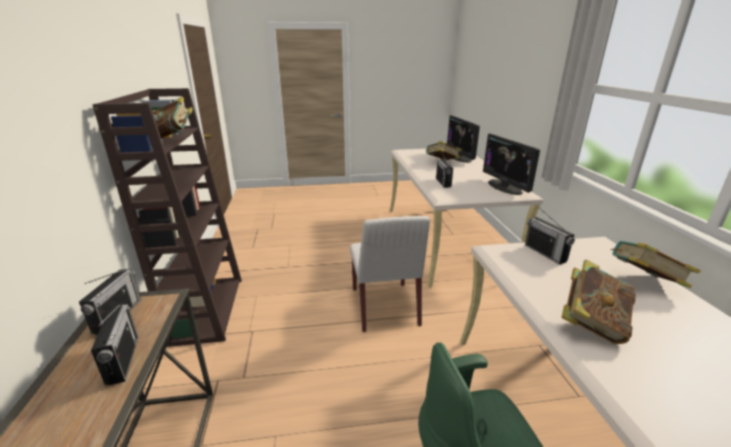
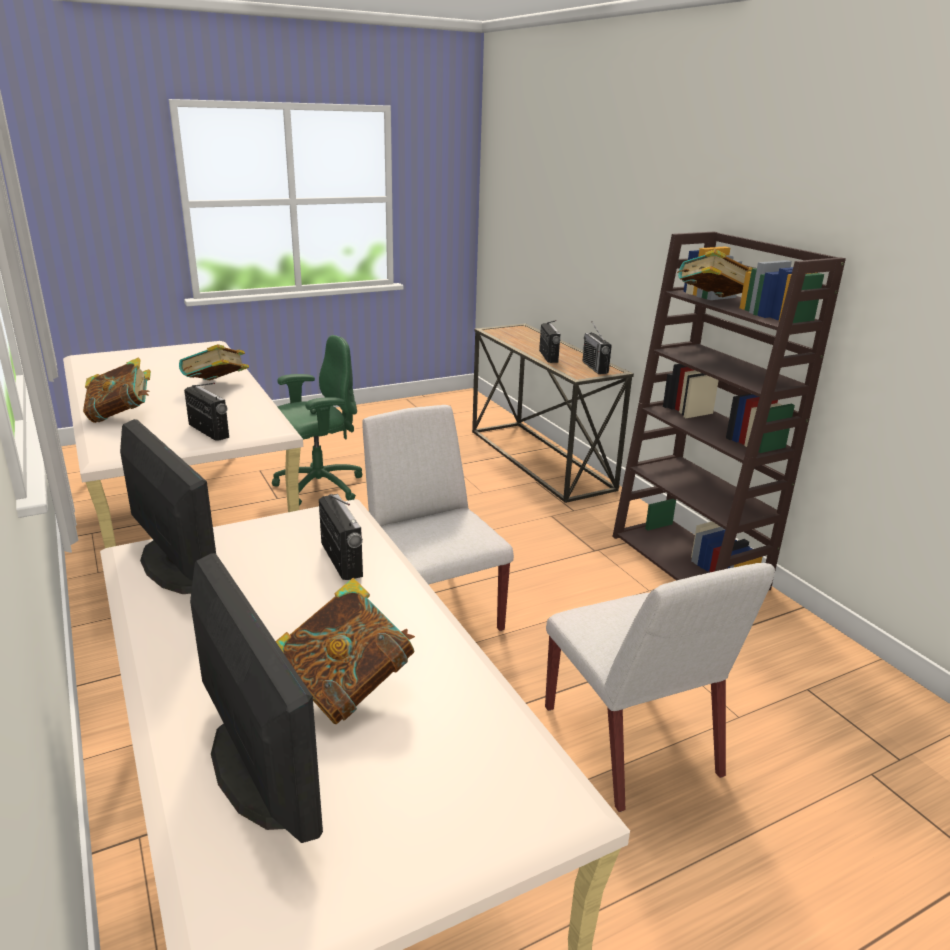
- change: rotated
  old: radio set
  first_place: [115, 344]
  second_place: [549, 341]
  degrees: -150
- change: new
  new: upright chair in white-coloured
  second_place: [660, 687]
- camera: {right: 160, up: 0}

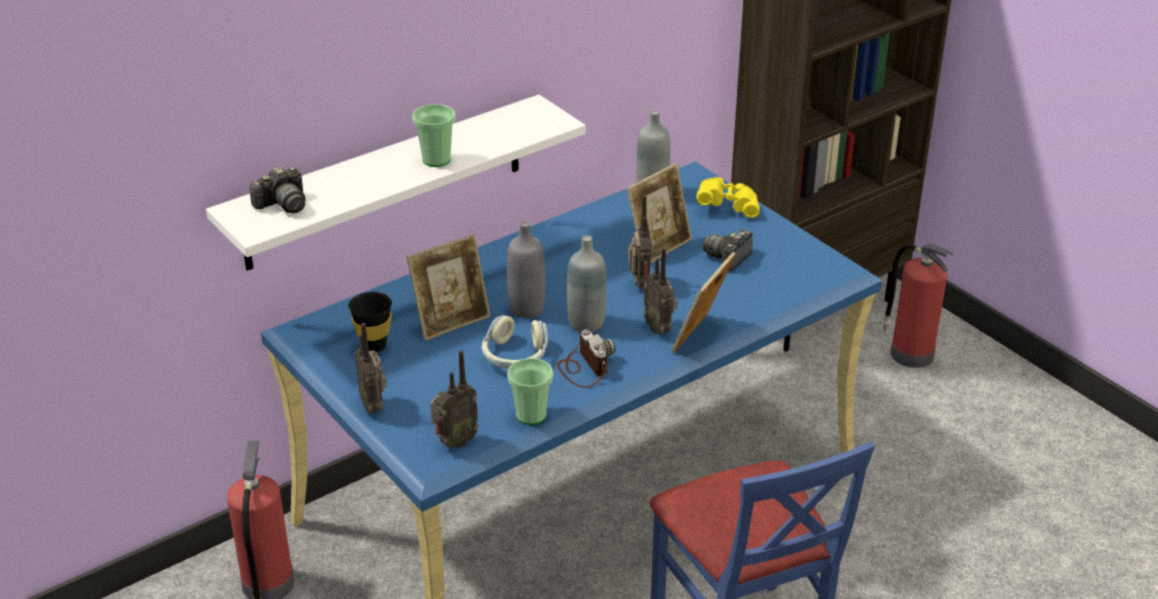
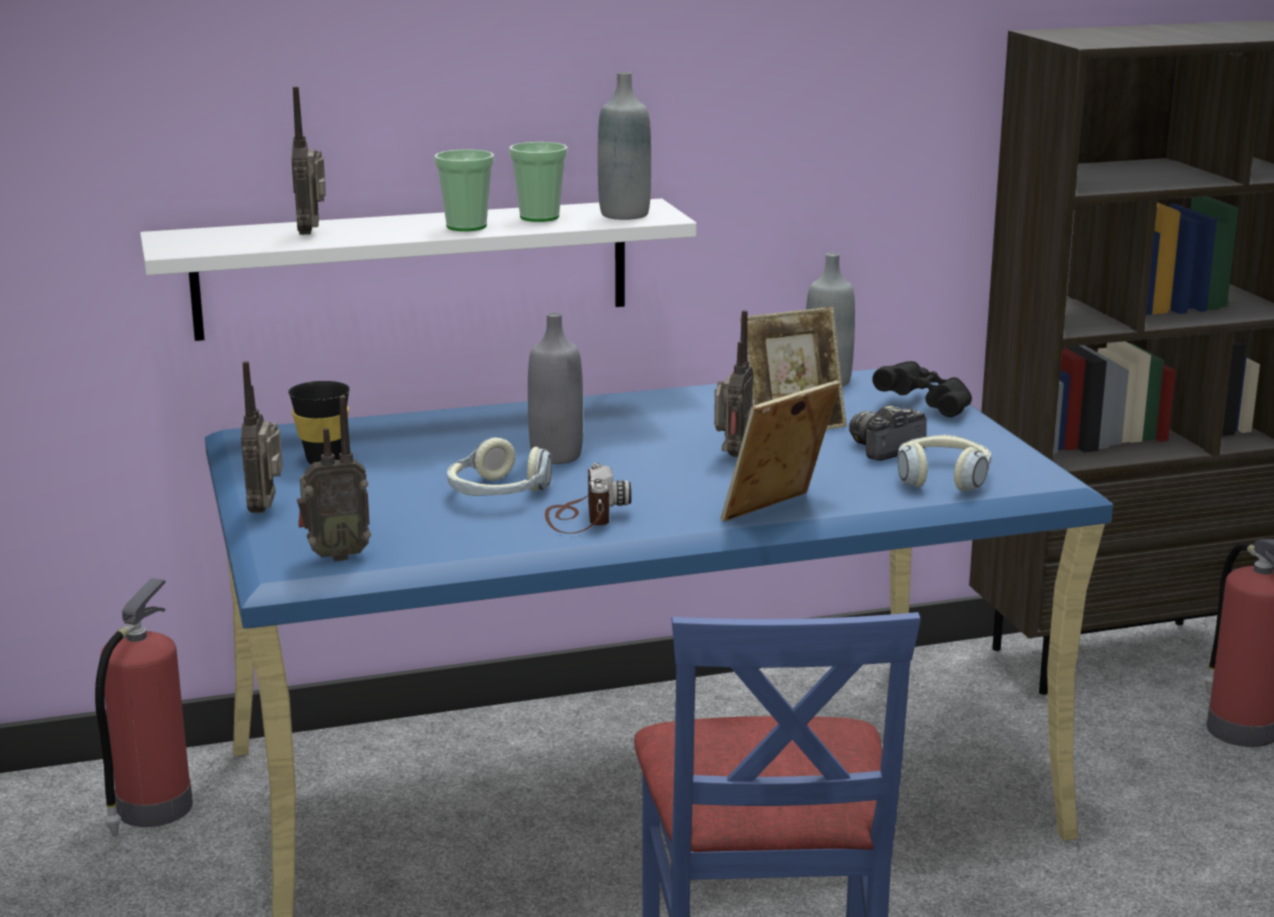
- change: gone
  old: still camera
  first_place: [278, 189]
- change: repainted
  old: pair of binoculars in yellow
  new: pair of binoculars in blackish
  first_place: [728, 197]
  second_place: [922, 389]
- change: gone
  old: photo frame
  first_place: [449, 287]
- change: shifted
  old: drink bottle in gray
  first_place: [586, 284]
  second_place: [624, 146]
- change: shifted
  old: radio set
  first_place: [660, 291]
  second_place: [309, 161]
- change: shifted
  old: cup
  first_place: [530, 391]
  second_place: [538, 182]
- change: new
  new: headset
  second_place: [944, 463]
- camera: {right: 20, up: -15}

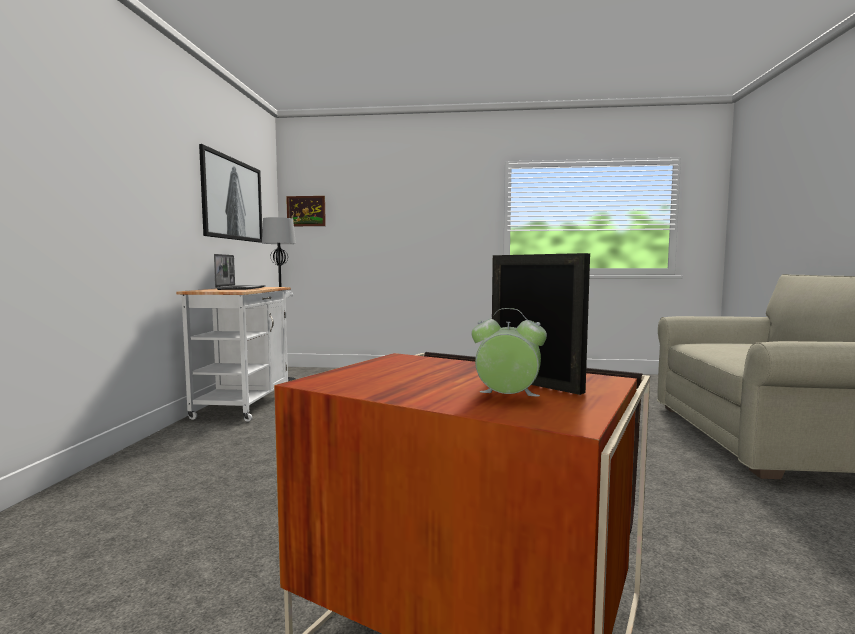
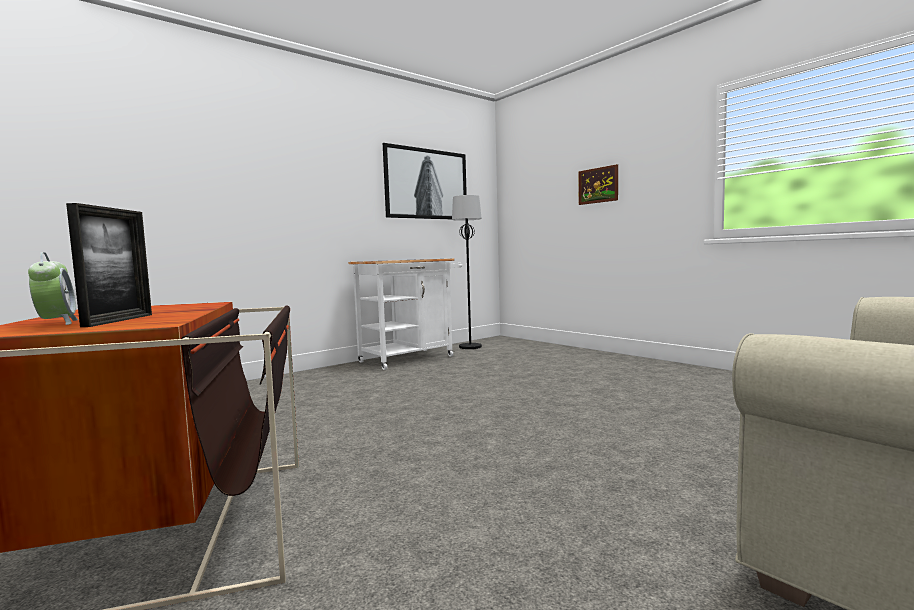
- change: shifted
  old: wall picture
  first_place: [306, 211]
  second_place: [598, 184]
- change: gone
  old: portable computer
  first_place: [240, 272]
- camera: {right: 45, up: 0}

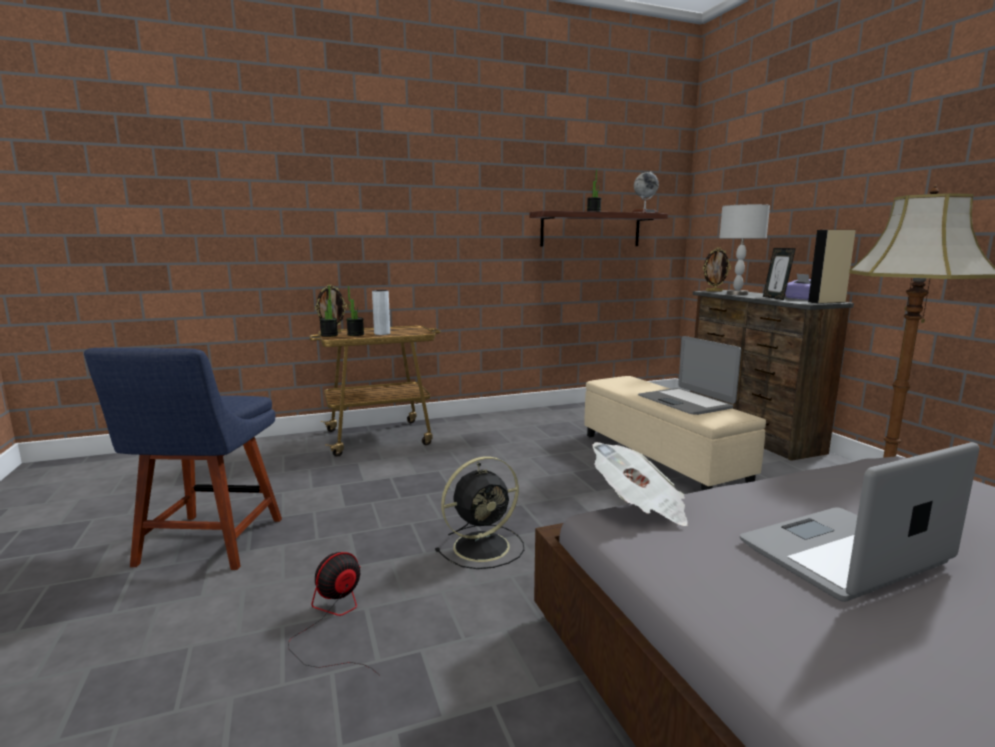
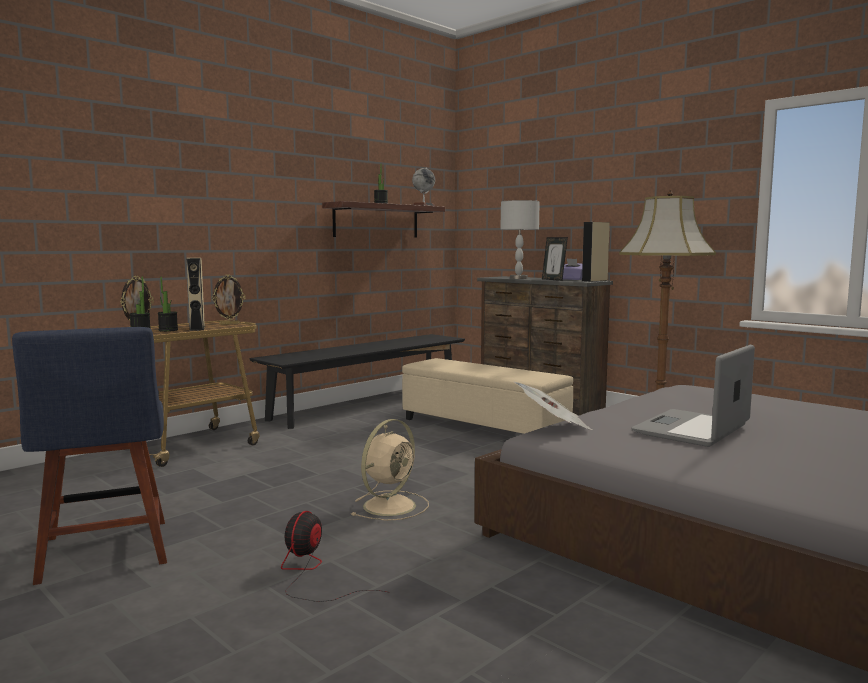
- change: shifted
  old: photo frame
  first_place: [717, 269]
  second_place: [228, 299]
- change: swapped
  old: flower vase in gray
  new: speaker in beige
  first_place: [381, 312]
  second_place: [195, 294]
- change: gone
  old: portable computer
  first_place: [689, 375]
- change: repainted
  old: fan in blackish
  new: fan in beige
  first_place: [479, 512]
  second_place: [390, 470]
- change: new
  new: indoor bench in blackish
  second_place: [357, 381]
- camera: {right: -25, up: -5}

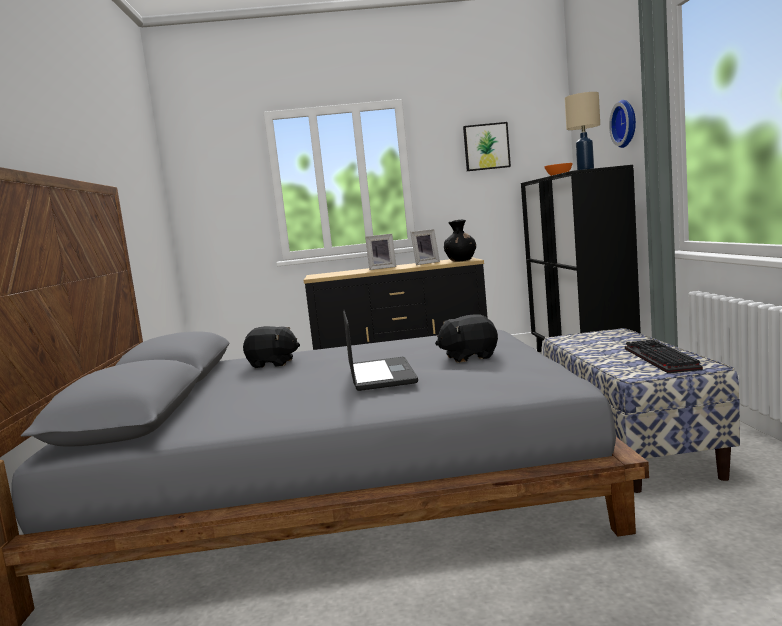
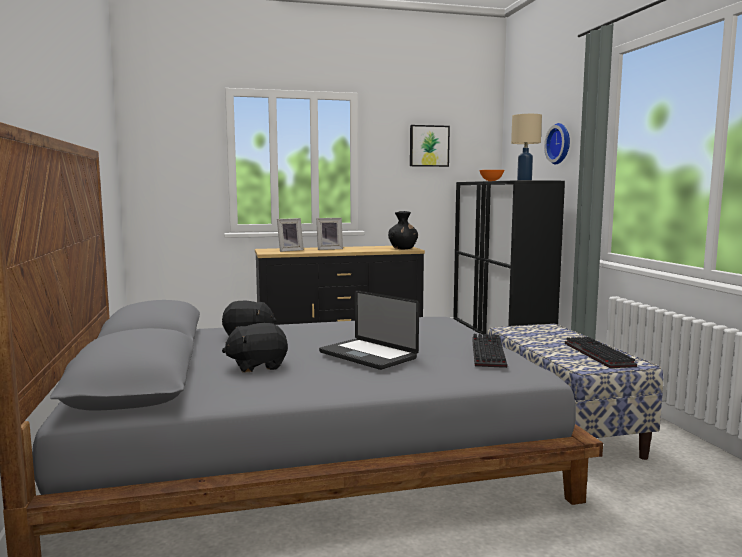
- change: shifted
  old: photo frame
  first_place: [425, 247]
  second_place: [290, 235]
- change: rotated
  old: portable computer
  first_place: [380, 350]
  second_place: [369, 330]
  degrees: 150
- change: shifted
  old: plush toy in blackish
  first_place: [466, 338]
  second_place: [255, 348]
- change: new
  new: PC keyboard
  second_place: [489, 351]
- camera: {right: -10, up: 0}

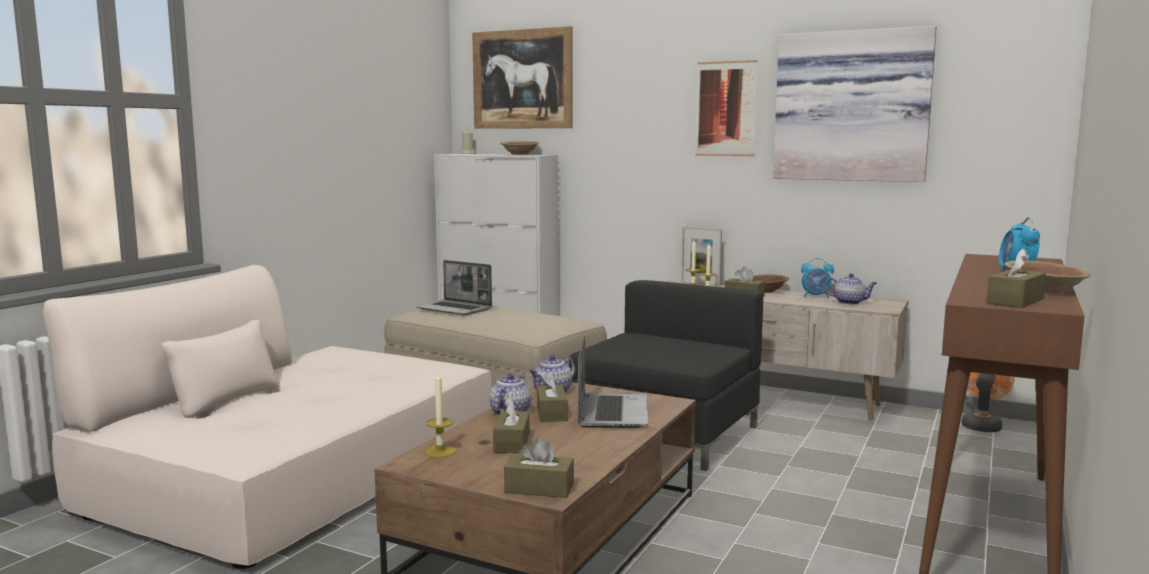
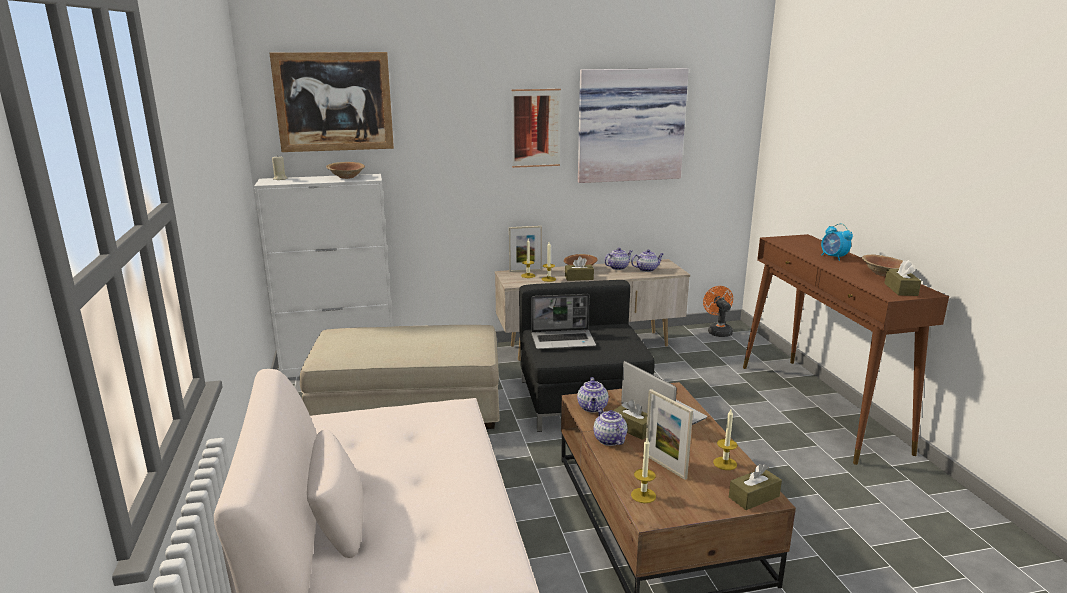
- change: swapped
  old: bedside clock
  new: teapot
  first_place: [817, 278]
  second_place: [618, 259]
- change: shifted
  old: portable computer
  first_place: [454, 287]
  second_place: [563, 321]
- change: swapped
  old: tissue holder in brown
  new: photo frame
  first_place: [511, 425]
  second_place: [669, 434]
- change: new
  new: wax light
  second_place: [725, 439]
- camera: {right: -40, up: 10}

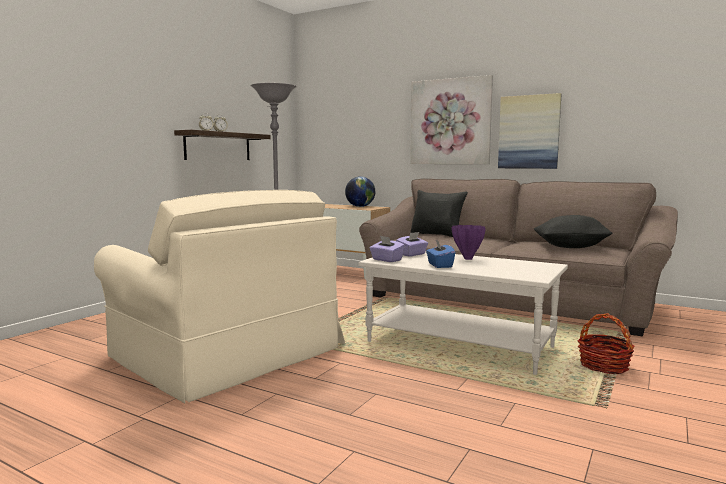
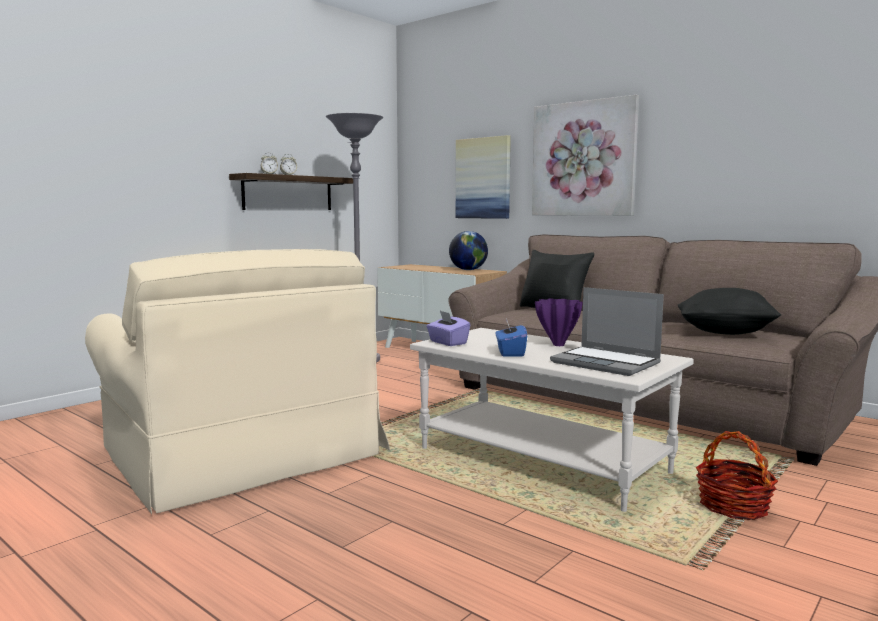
- change: shifted
  old: wall picture
  first_place: [529, 131]
  second_place: [483, 177]
- change: gone
  old: tissue holder in purplish
  first_place: [412, 244]
- change: new
  new: portable computer
  second_place: [607, 331]
- camera: {right: 10, up: 0}

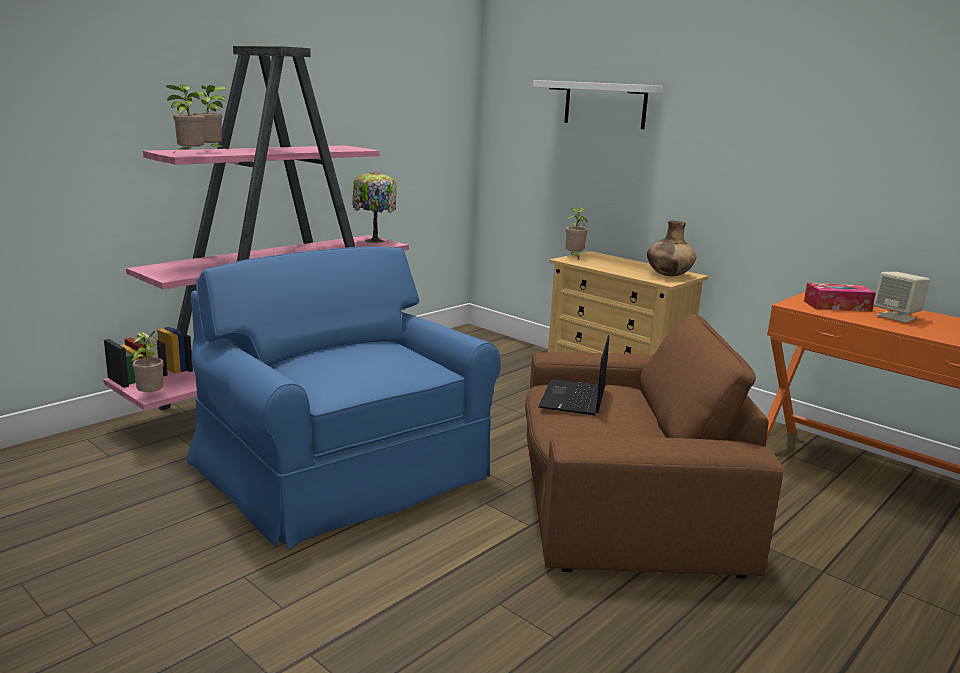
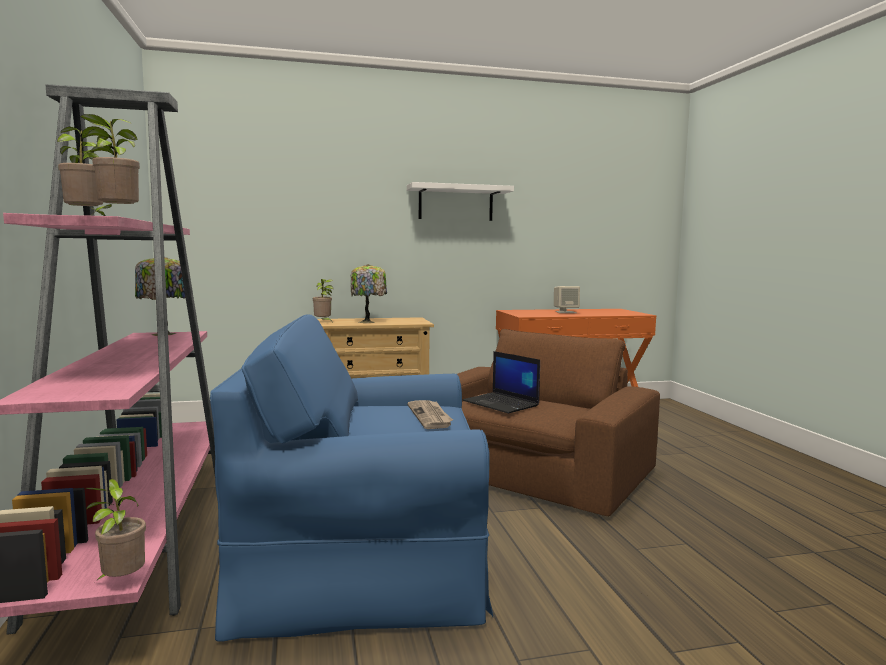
- change: shifted
  old: wall shelf in white-coloured
  first_place: [598, 104]
  second_place: [460, 201]
- change: gone
  old: flower vase in brown
  first_place: [671, 248]
- change: gone
  old: tissue holder
  first_place: [840, 297]
- change: new
  new: table lamp
  second_place: [369, 293]
- change: new
  new: printed paper
  second_place: [430, 414]
- camera: {right: -55, up: -10}

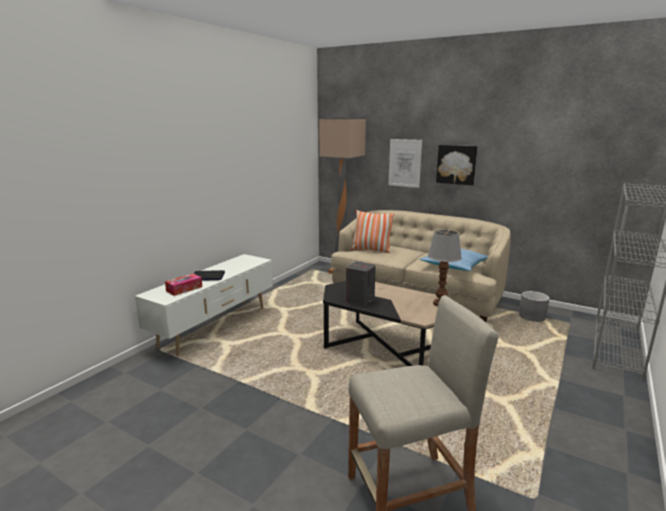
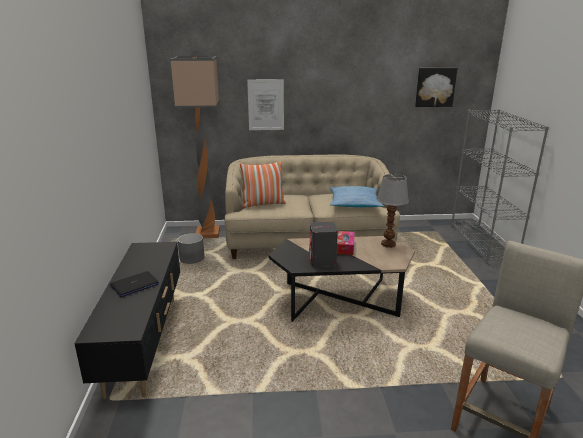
- change: shifted
  old: wall picture
  first_place: [456, 165]
  second_place: [436, 87]
- change: repainted
  old: tv stand in white-coloured
  new: tv stand in blackish
  first_place: [204, 305]
  second_place: [127, 321]
- change: shifted
  old: tissue holder
  first_place: [183, 285]
  second_place: [345, 243]
- change: shifted
  old: plant pot in gray
  first_place: [534, 306]
  second_place: [190, 248]
- camera: {right: -35, up: 5}

